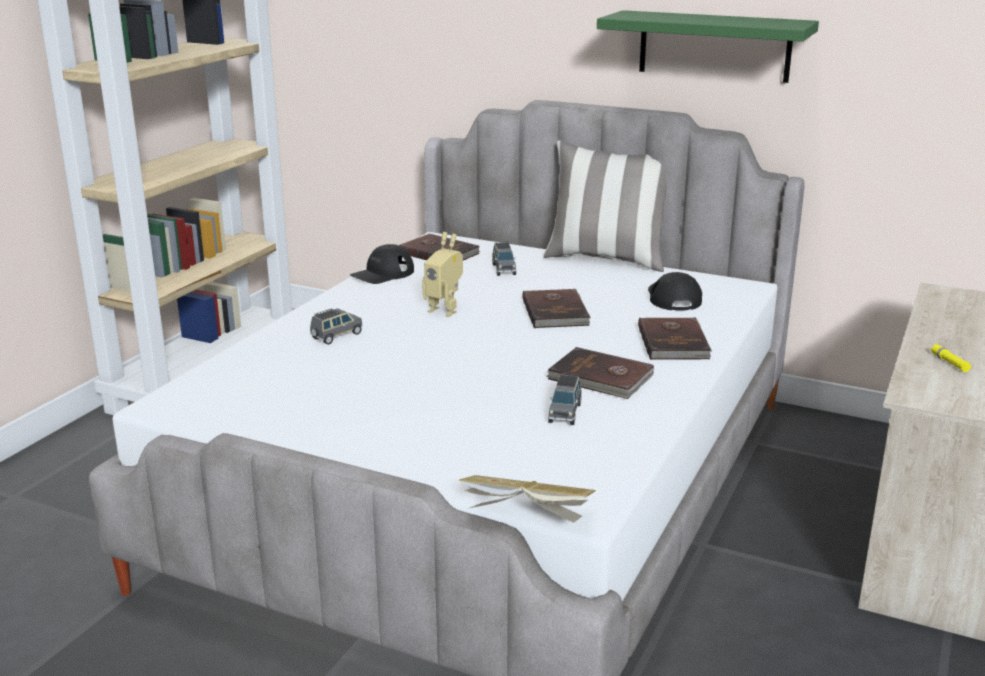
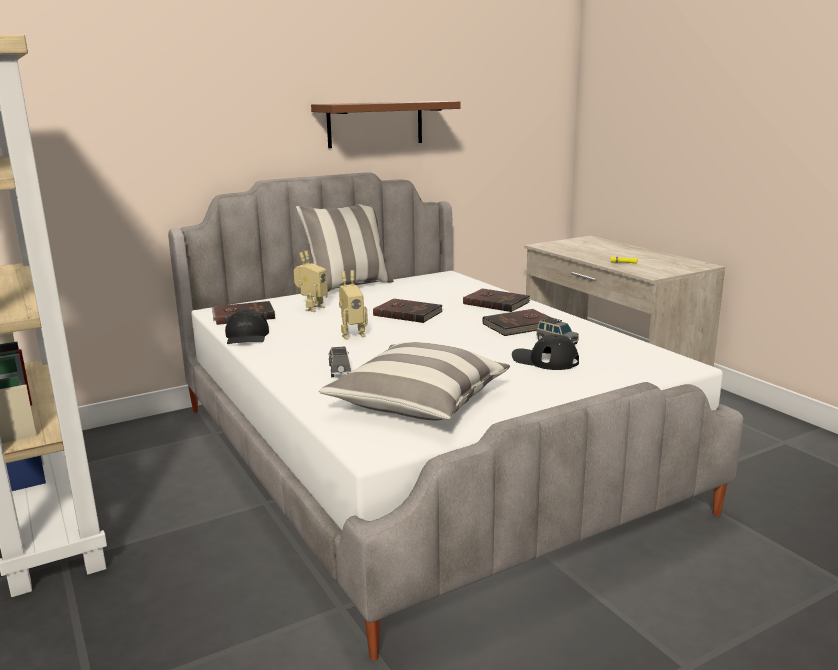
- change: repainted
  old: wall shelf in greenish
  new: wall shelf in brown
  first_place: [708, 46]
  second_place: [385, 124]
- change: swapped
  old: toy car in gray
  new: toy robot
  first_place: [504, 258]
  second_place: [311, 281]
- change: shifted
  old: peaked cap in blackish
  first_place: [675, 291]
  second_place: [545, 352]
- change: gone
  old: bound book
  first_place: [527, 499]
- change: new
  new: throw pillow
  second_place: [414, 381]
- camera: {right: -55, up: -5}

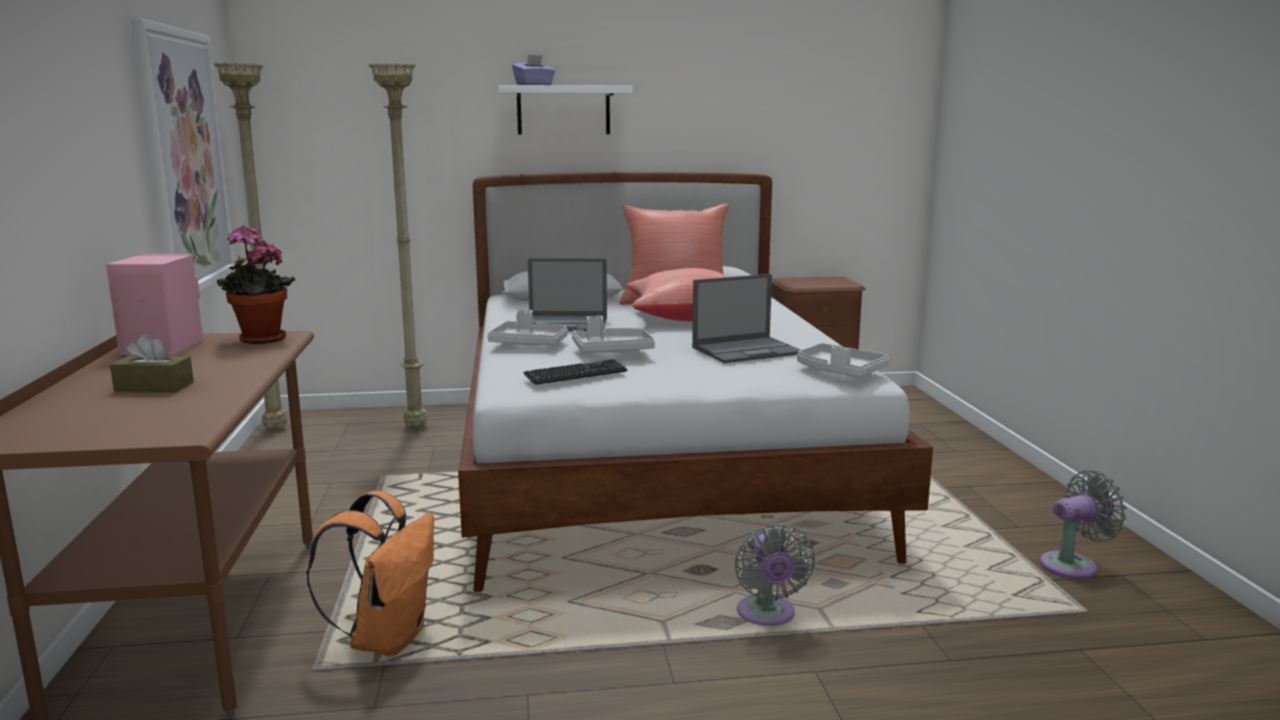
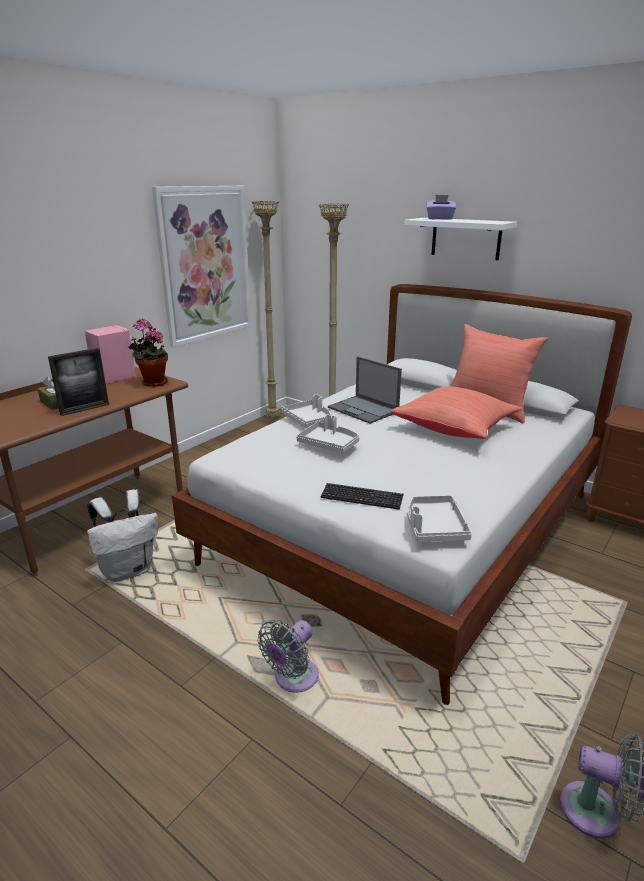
- change: gone
  old: portable computer
  first_place: [746, 318]
- change: shifted
  old: PC keyboard
  first_place: [575, 372]
  second_place: [362, 496]
- change: repainted
  old: backpack in orangey
  new: backpack in white-coloured
  first_place: [370, 574]
  second_place: [123, 535]
- change: new
  new: photo frame
  second_place: [78, 382]
- camera: {right: 45, up: 10}

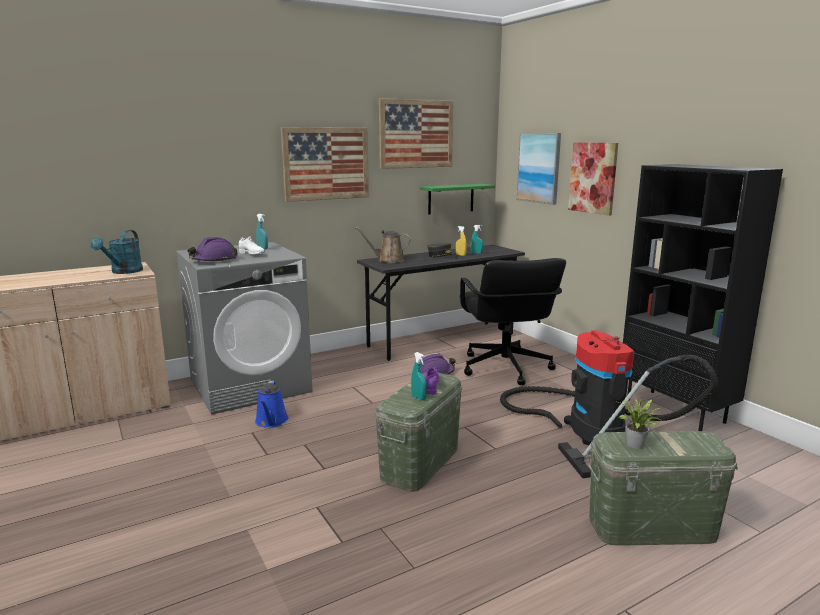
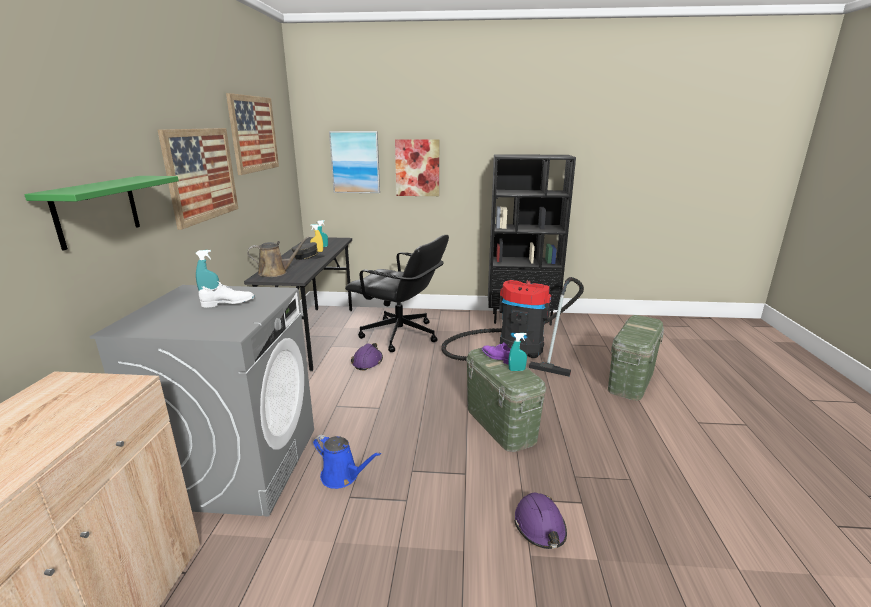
- change: shifted
  old: wall shelf in greenish
  first_place: [457, 199]
  second_place: [101, 213]
- change: rotated
  old: sprinkling can in brown
  first_place: [383, 245]
  second_place: [278, 256]
  degrees: -150
- change: gone
  old: sprinkling can in turquoise-coloured
  first_place: [116, 252]
- change: shifted
  old: safety helmet in purplish
  first_place: [213, 249]
  second_place: [540, 521]
- change: gone
  old: potted plant
  first_place: [638, 423]
- camera: {right: -55, up: 5}

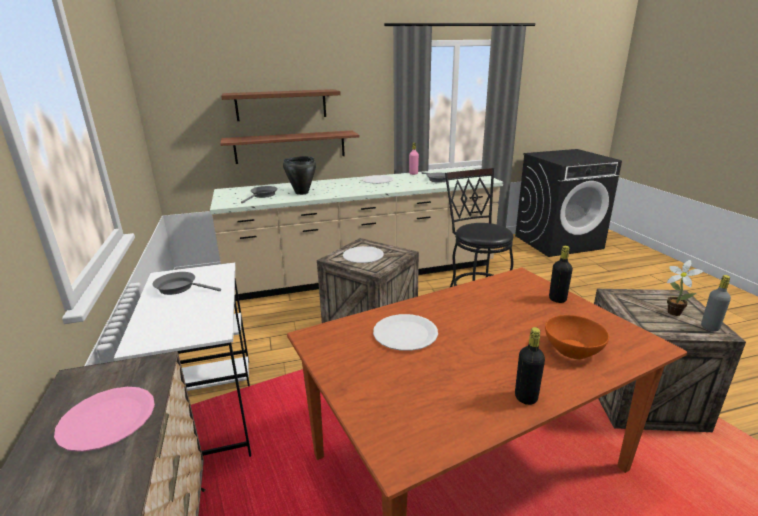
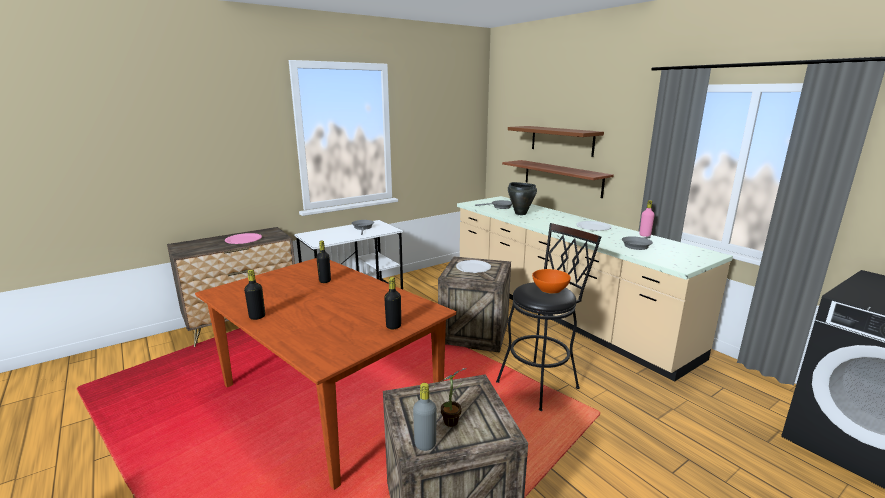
- change: swapped
  old: dinner plate in white-coloured
  new: drink bottle in blackish
  first_place: [405, 332]
  second_place: [323, 262]
- change: shifted
  old: serving bowl in orangey
  first_place: [577, 337]
  second_place: [551, 281]
- camera: {right: 70, up: -5}

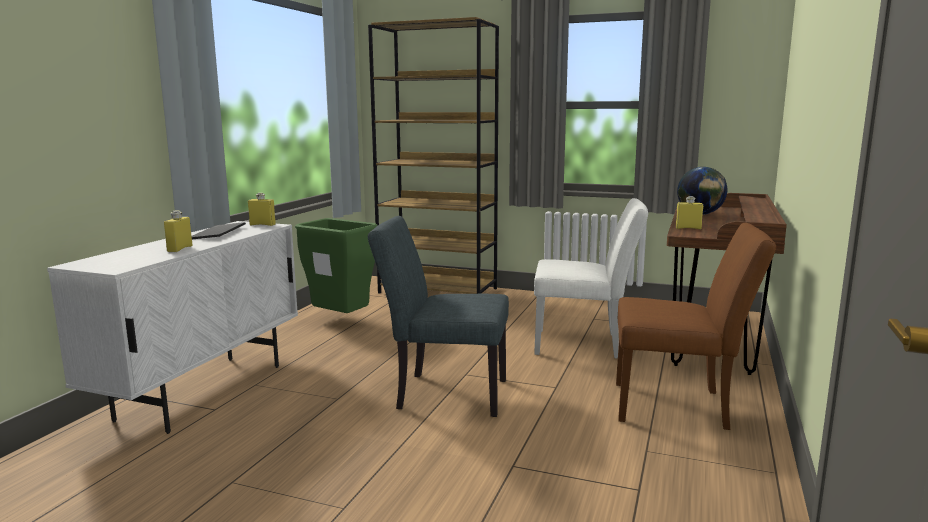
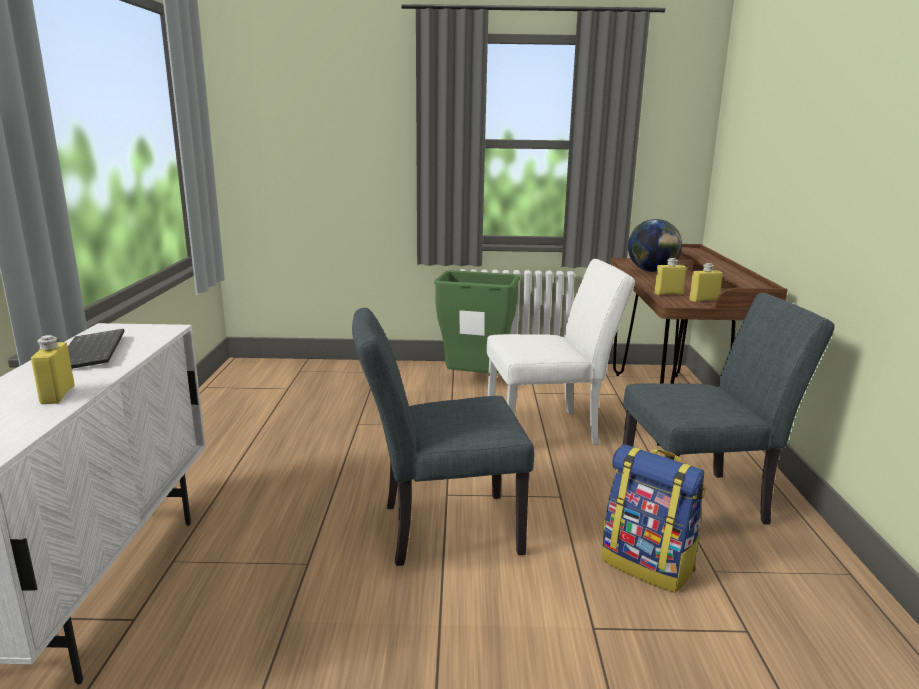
- change: gone
  old: bookcase in brown
  first_place: [433, 155]
- change: shifted
  old: drink bottle in yellow
  first_place: [262, 209]
  second_place: [706, 282]
- change: shifted
  old: trash can in greenish
  first_place: [336, 265]
  second_place: [477, 321]
- change: repainted
  old: upright chair in brown
  new: upright chair in gray
  first_place: [696, 326]
  second_place: [729, 409]
- change: new
  new: backpack
  second_place: [653, 518]
- camera: {right: -20, up: 5}

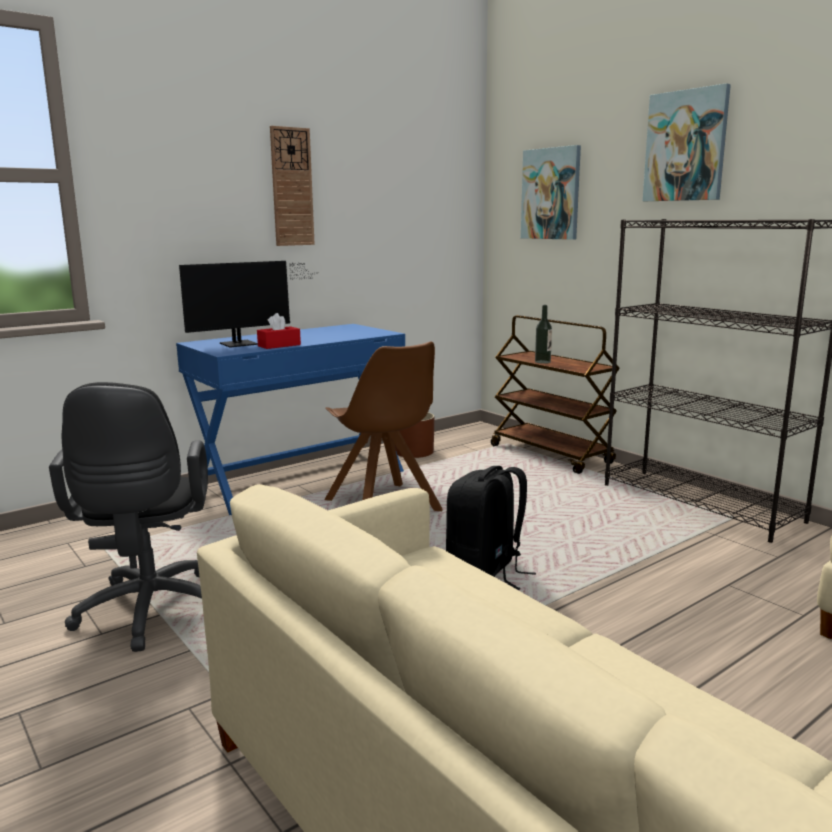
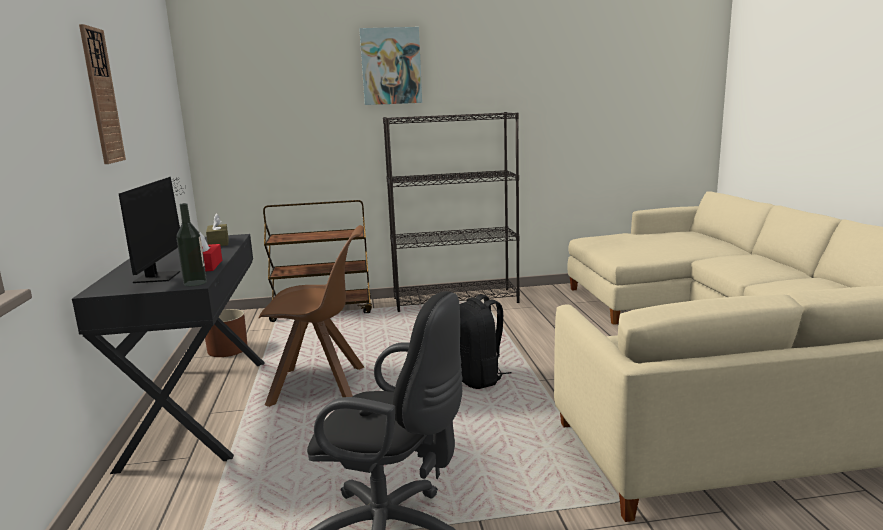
- change: gone
  old: wall picture
  first_place: [551, 192]
- change: shifted
  old: drink bottle
  first_place: [543, 334]
  second_place: [191, 244]
- change: repainted
  old: desk unit in blue
  new: desk unit in blackish
  first_place: [290, 420]
  second_place: [168, 354]
- change: new
  new: tissue holder in brown
  second_place: [217, 229]
- camera: {right: -60, up: 0}

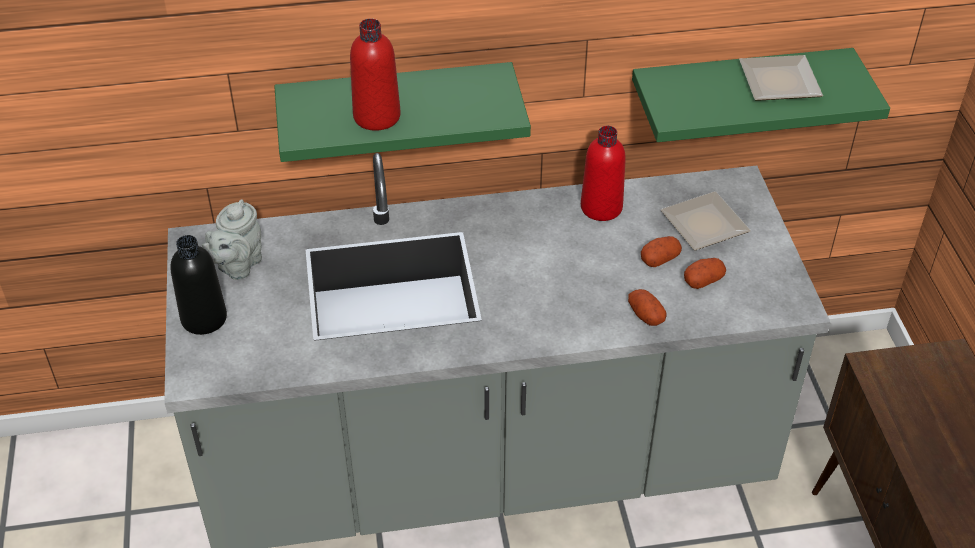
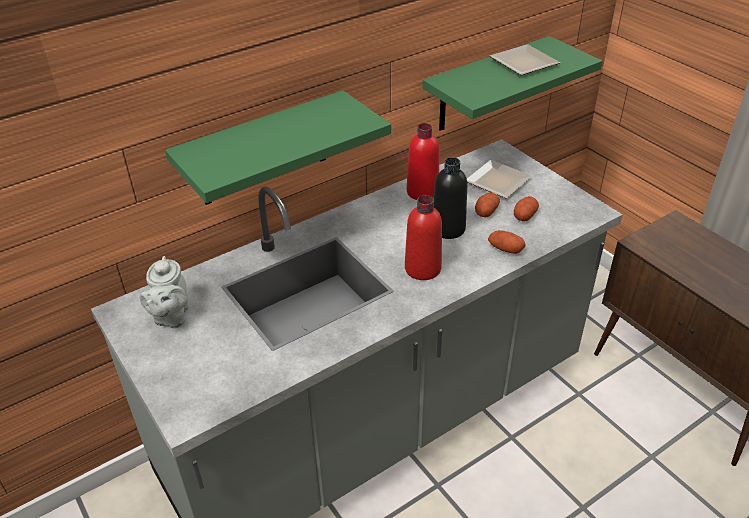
- change: shifted
  old: drink bottle in reddish
  first_place: [375, 74]
  second_place: [423, 237]
- change: shifted
  old: drink bottle in blackish
  first_place: [198, 285]
  second_place: [450, 198]
- camera: {right: -25, up: -5}

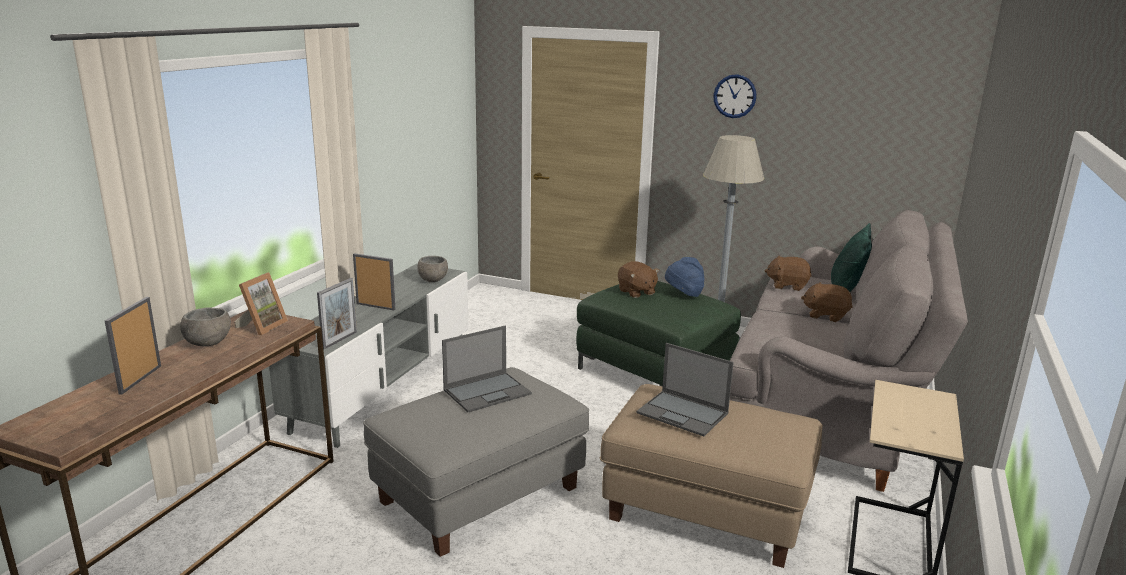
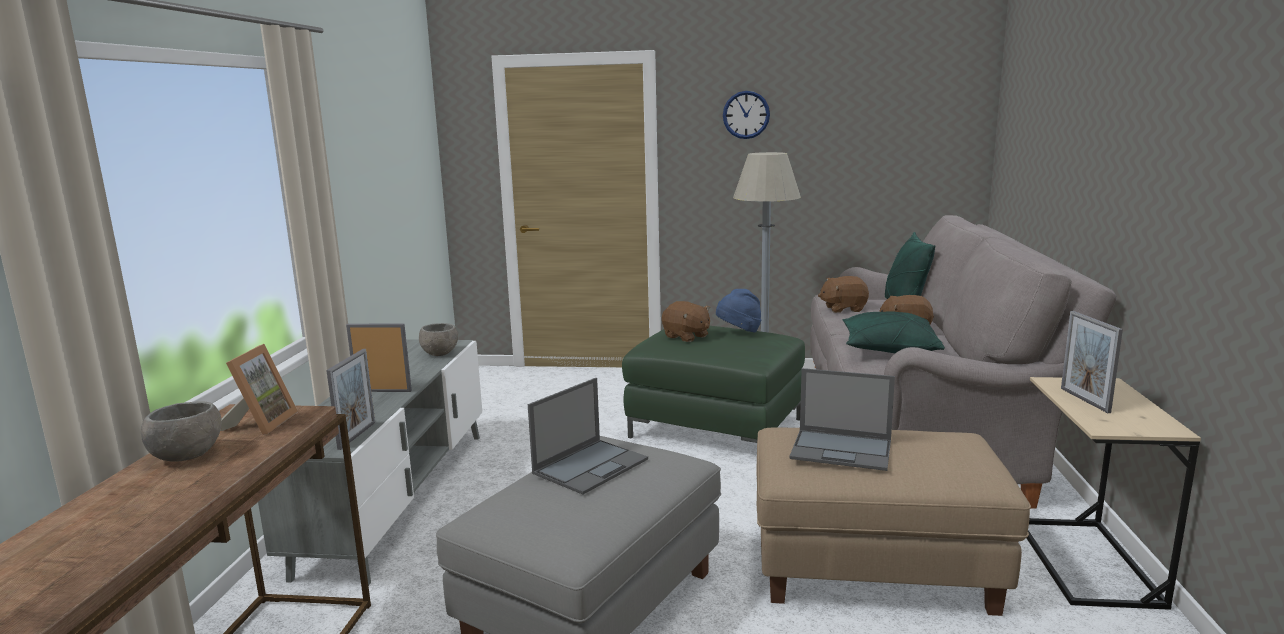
- change: shifted
  old: photo frame
  first_place: [133, 346]
  second_place: [1092, 362]
- change: new
  new: throw pillow in greenish
  second_place: [894, 332]
- camera: {right: -15, up: -5}

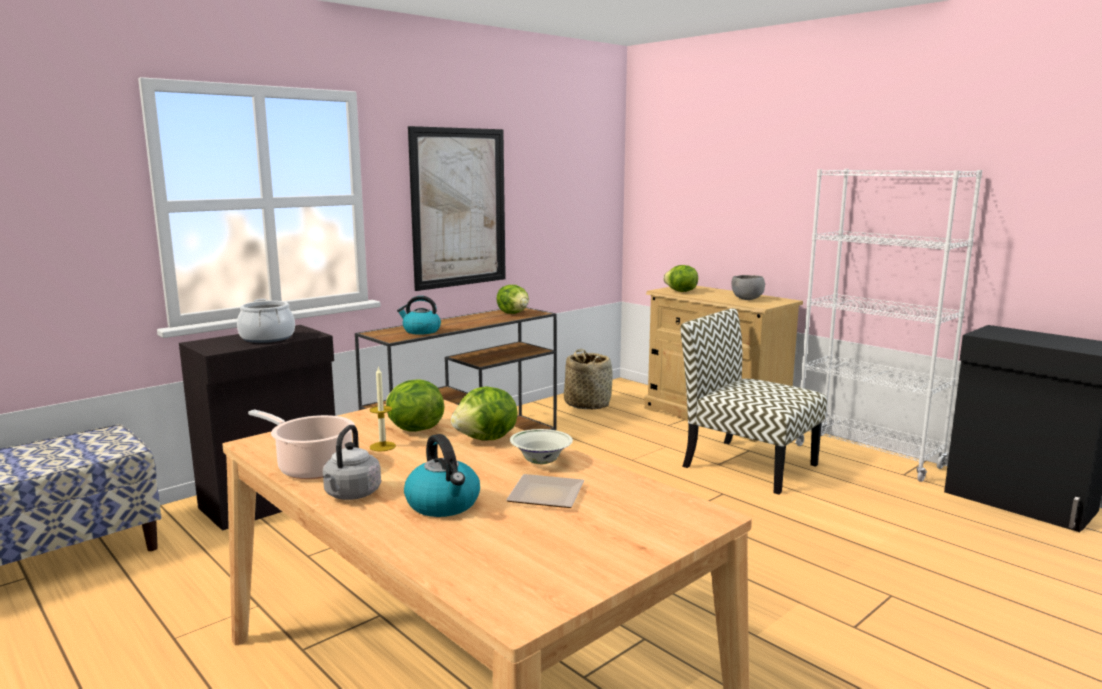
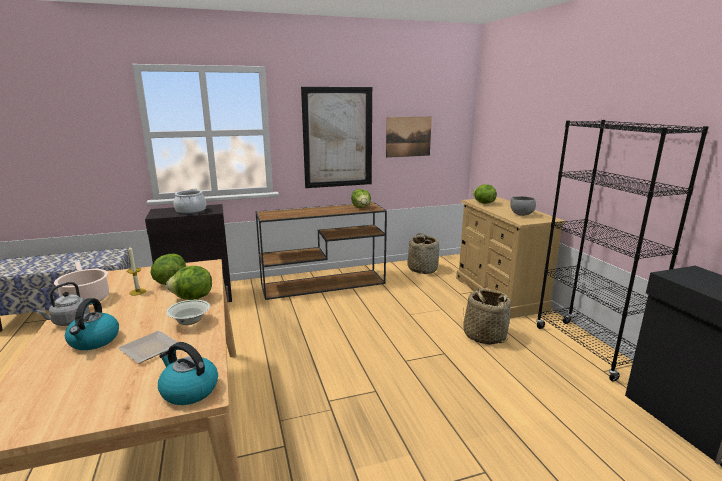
- change: repainted
  old: bookcase in white-coloured
  new: bookcase in blackish
  first_place: [888, 325]
  second_place: [622, 251]
- change: shifted
  old: tea kettle
  first_place: [419, 315]
  second_place: [188, 373]
- change: swapped
  old: upright chair
  new: household basket
  first_place: [753, 401]
  second_place: [487, 316]
- change: new
  new: wall picture
  second_place: [409, 137]
- camera: {right: 25, up: 5}

